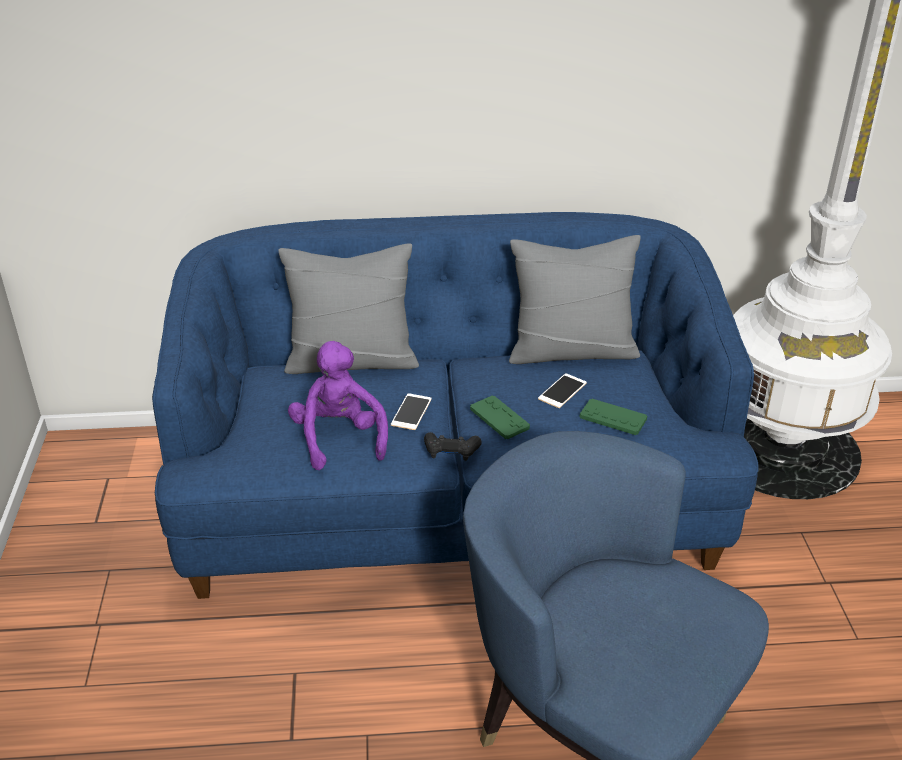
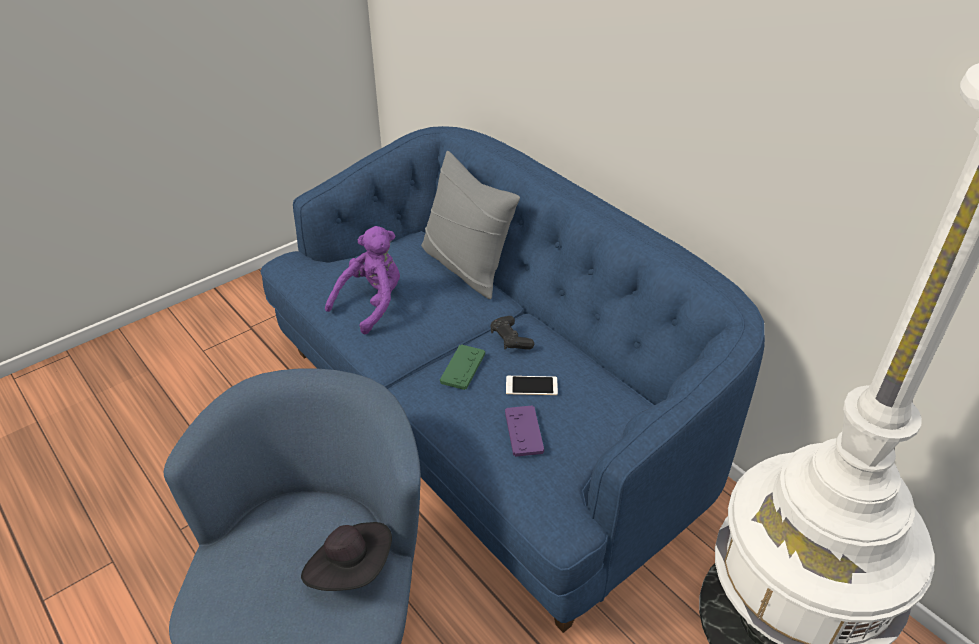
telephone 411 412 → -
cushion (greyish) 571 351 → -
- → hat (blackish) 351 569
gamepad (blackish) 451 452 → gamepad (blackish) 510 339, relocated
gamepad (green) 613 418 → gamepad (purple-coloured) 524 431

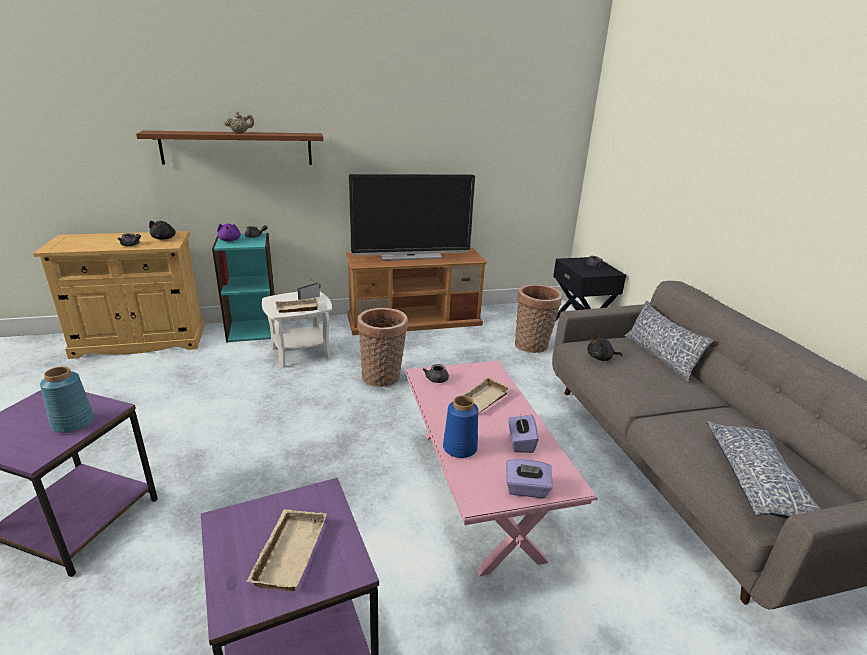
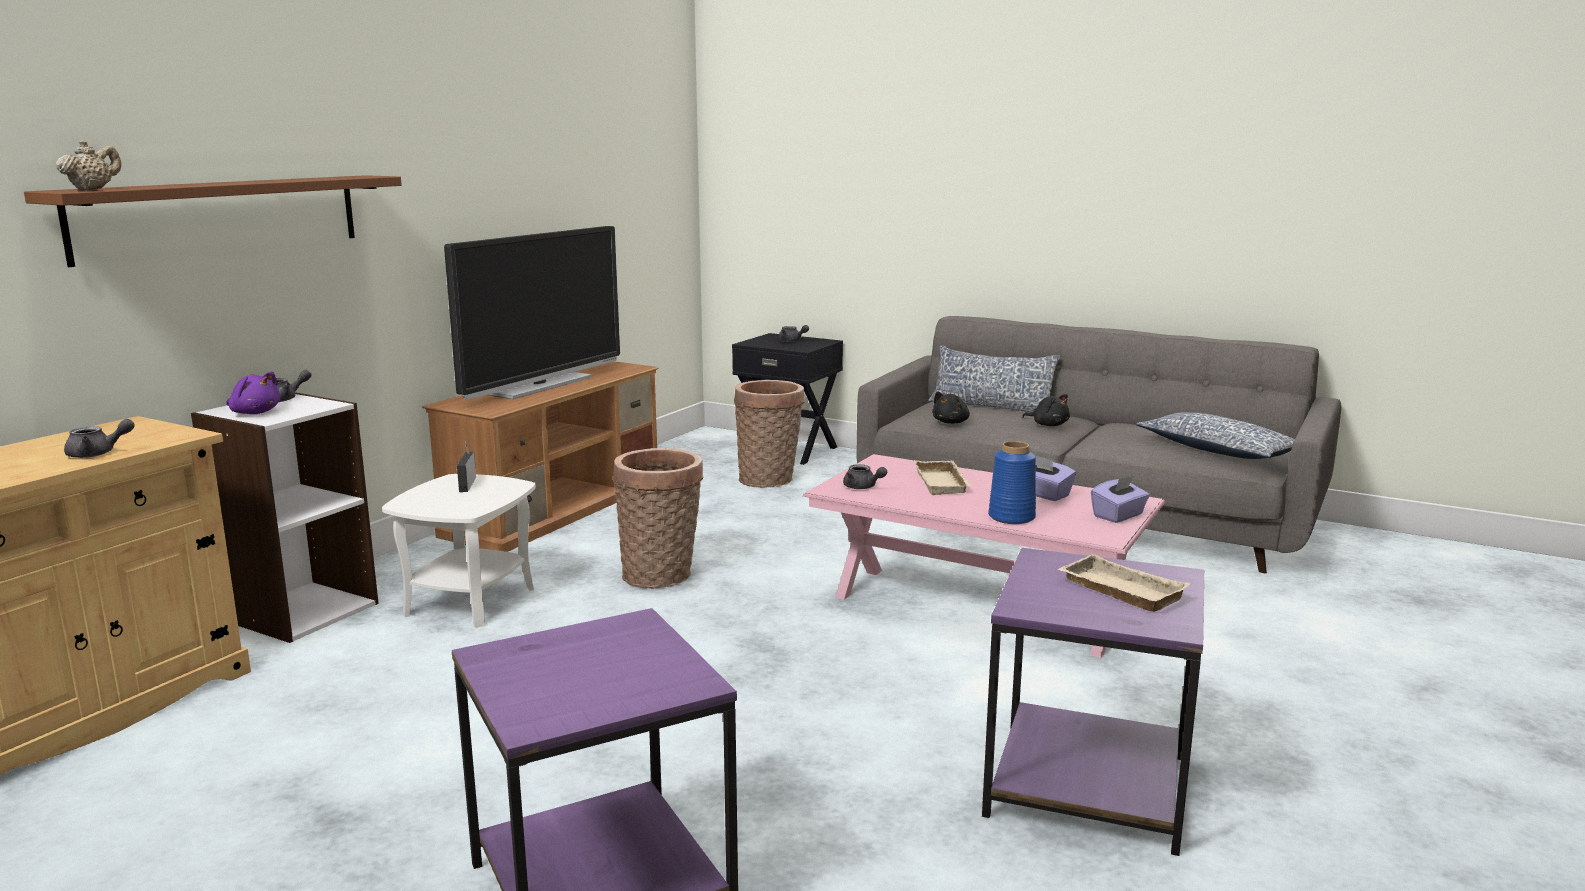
vase (blue) 73 423 → -
tray (beige) 297 309 → -
cuddly toy (blackish) 164 238 → cuddly toy (blackish) 1048 425, relocated
teapot (beige) 240 133 → teapot (beige) 92 189, relocated
bookcase (turquoise) 253 330 → bookcase (white-coloured) 300 611

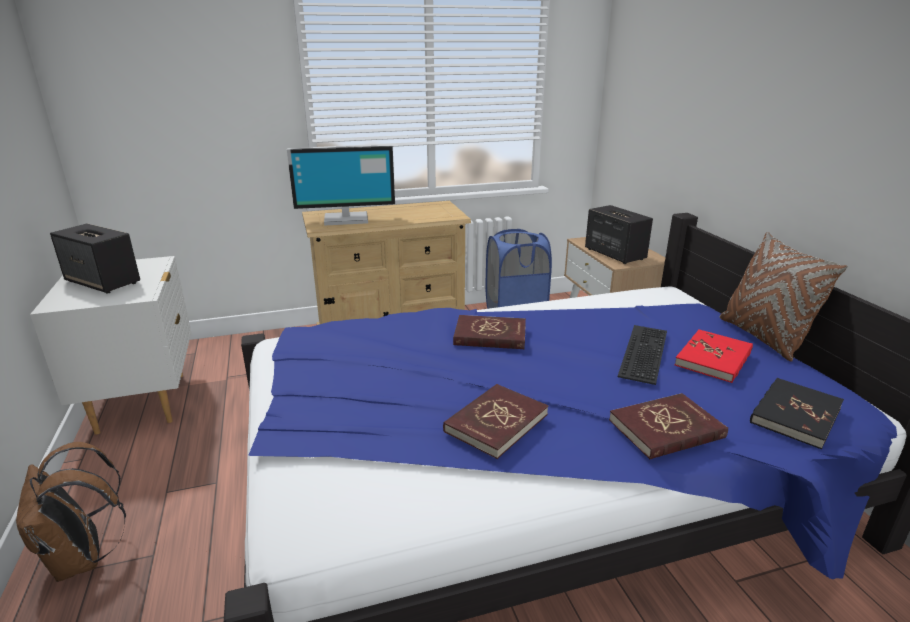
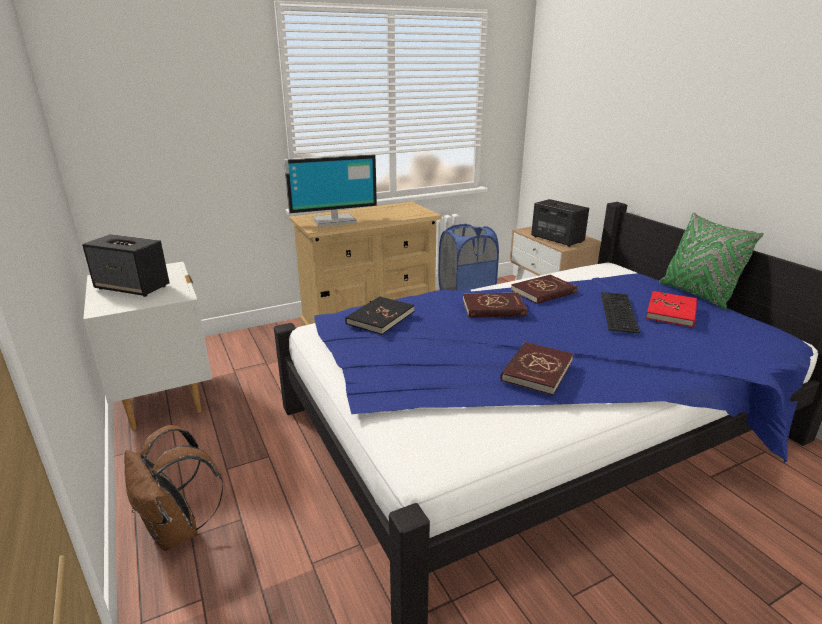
bound book (red) 666 429 → bound book (red) 543 292, relocated
bound book (blackish) 795 415 → bound book (blackish) 380 318, relocated
cushion (brownish) 763 337 → cushion (green) 697 294

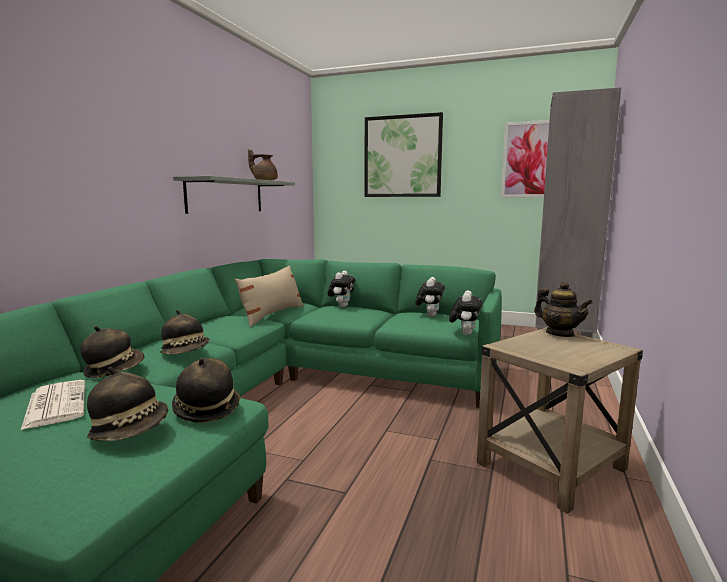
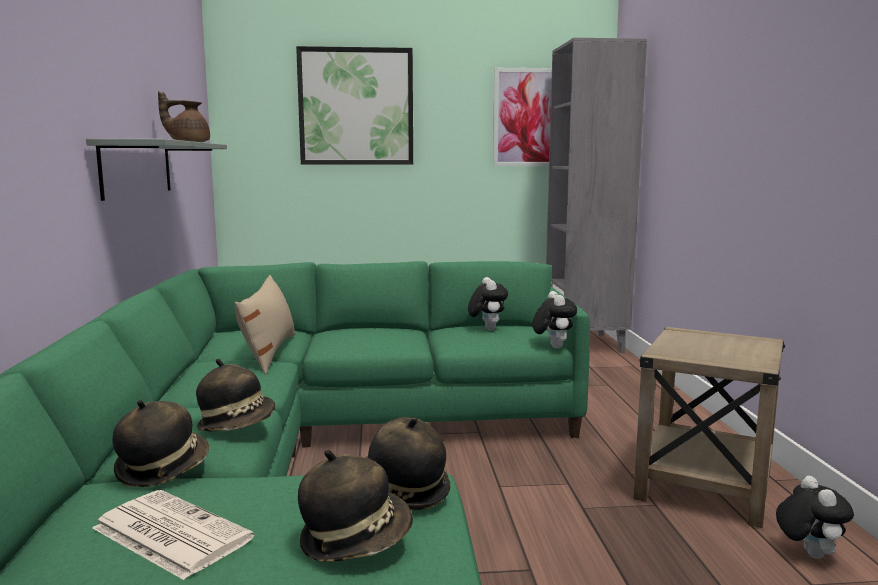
teapot 560 334 → -
cuddly toy 341 306 → cuddly toy 808 553, relocated

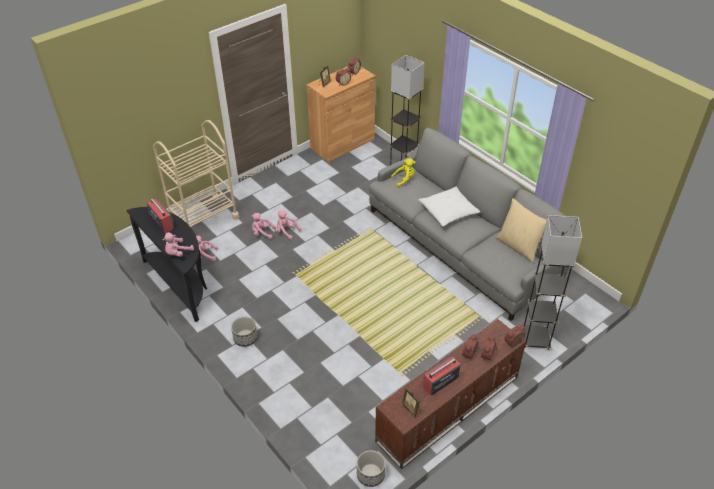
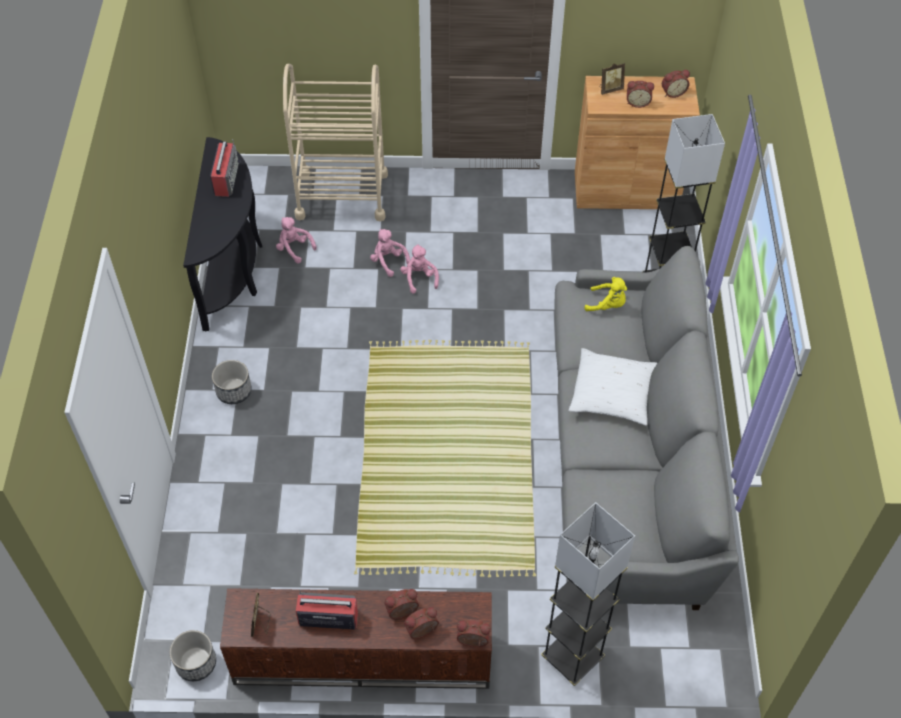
cuddly toy (pink) 178 253 → -
cushion (beige) 519 246 → -

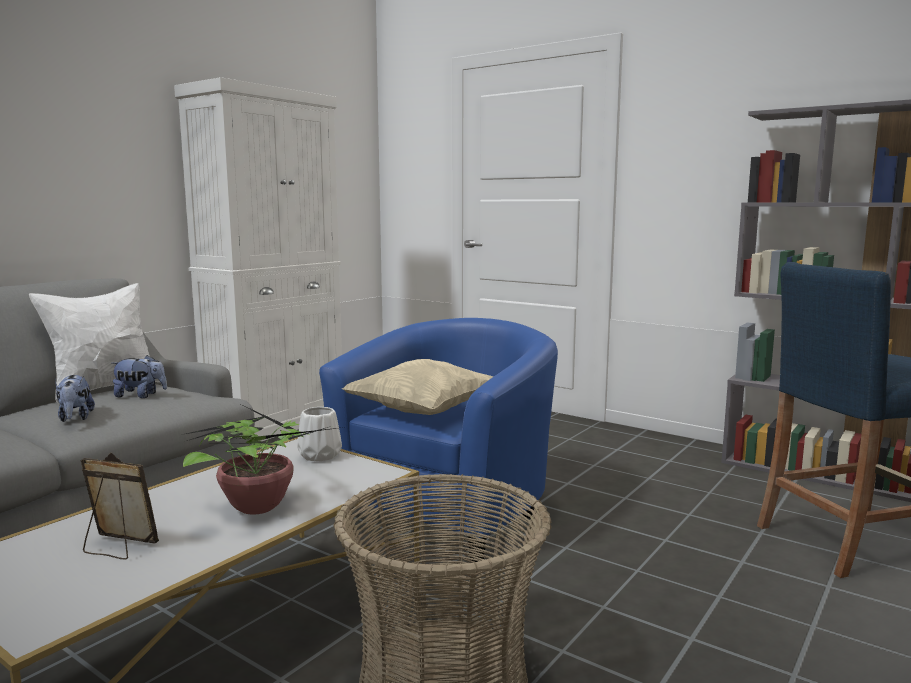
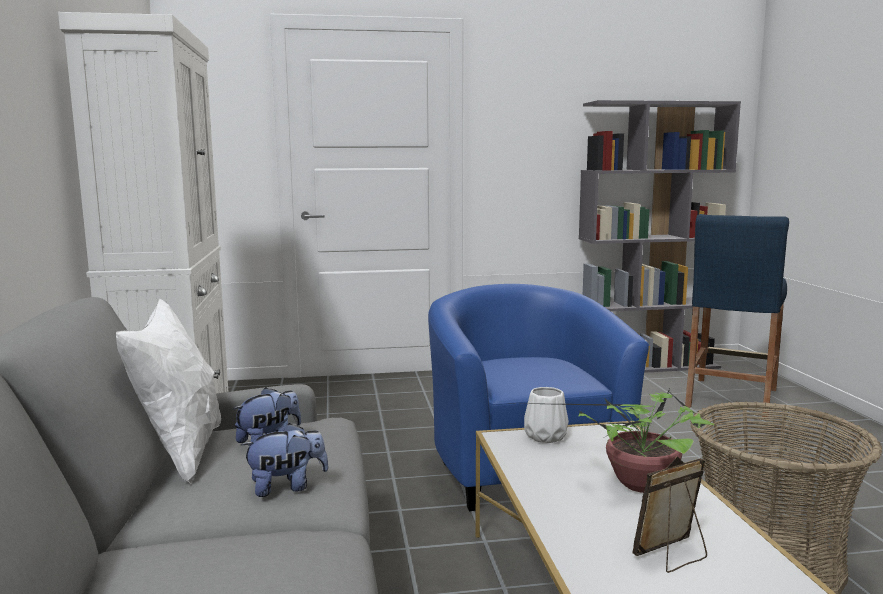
cushion (beige) 424 412 → -
cuddly toy 75 418 → cuddly toy 287 487, 45 degrees counterclockwise

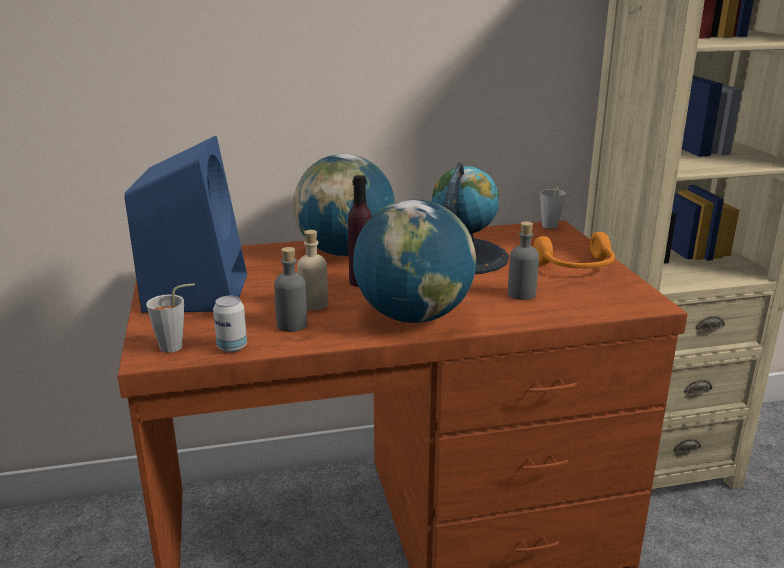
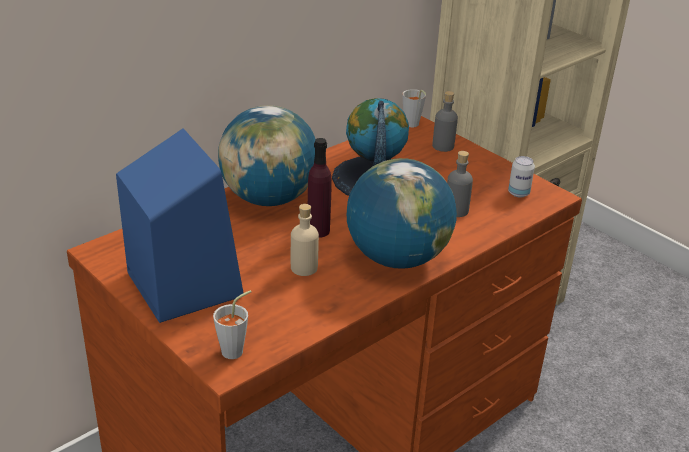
pair of headphones (orange) 577 267 → -
can 232 347 → can 518 193, relocated
drink bottle (greyish) 292 325 → drink bottle (greyish) 443 146, relocated

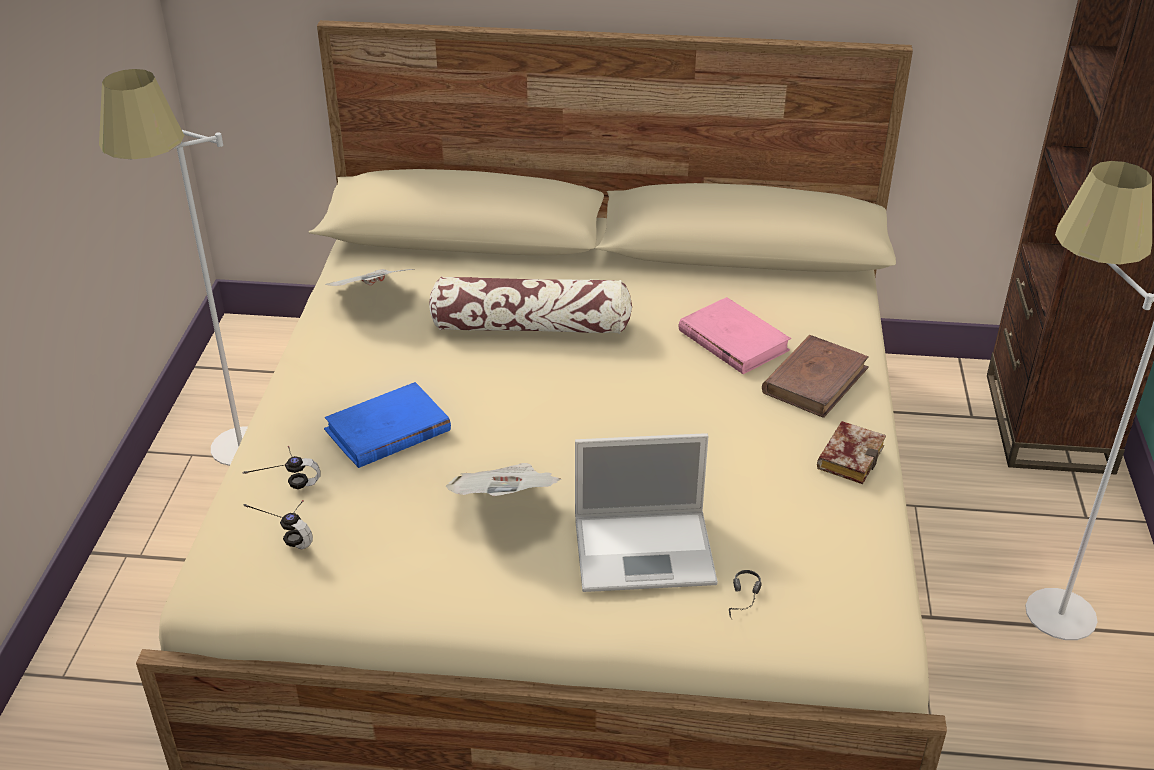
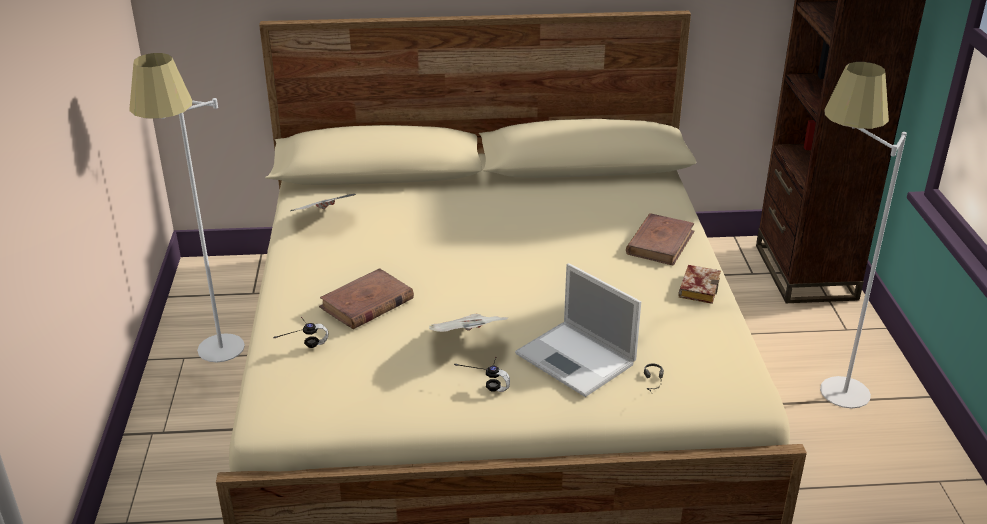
cushion 531 326 → -
bound book (pink) 733 340 → -
pair of headphones 289 533 → pair of headphones 486 383, relocated
bound book (blue) 387 431 → bound book (brownish) 366 303
portable computer 647 549 → portable computer 577 359, 60 degrees clockwise

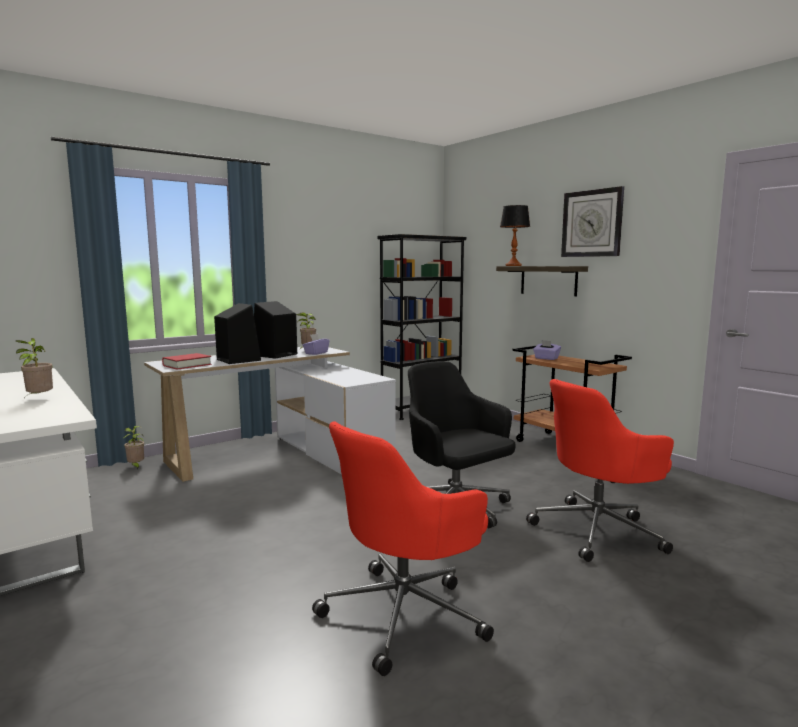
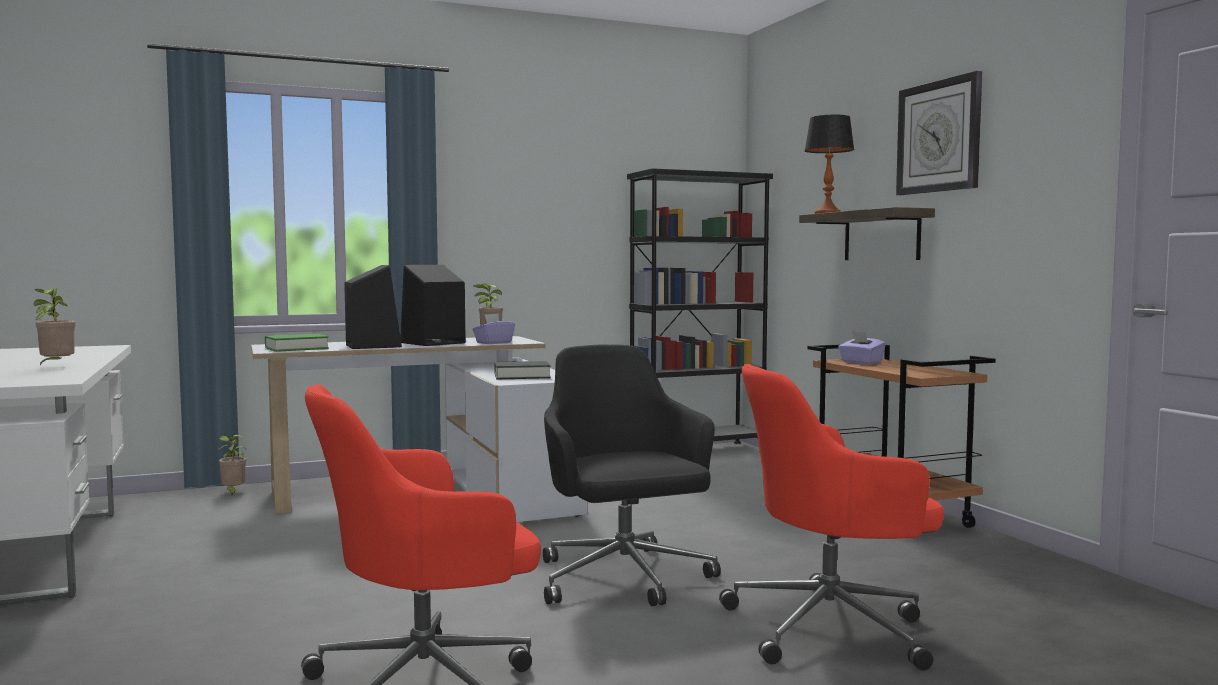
- → bound book (blackish) 522 376
bound book (red) 187 365 → bound book (green) 296 348

